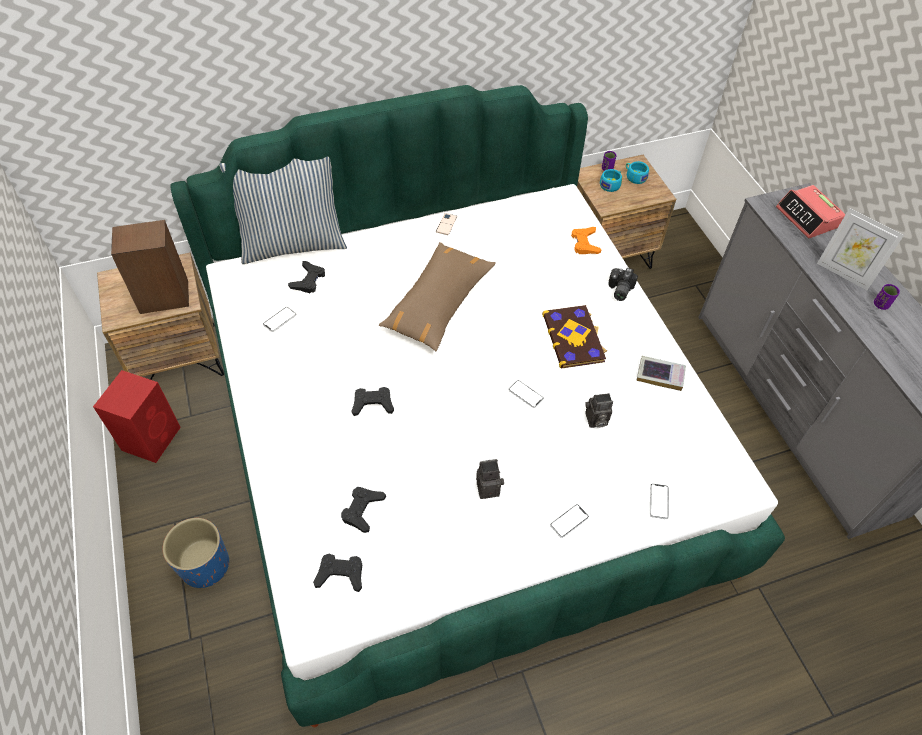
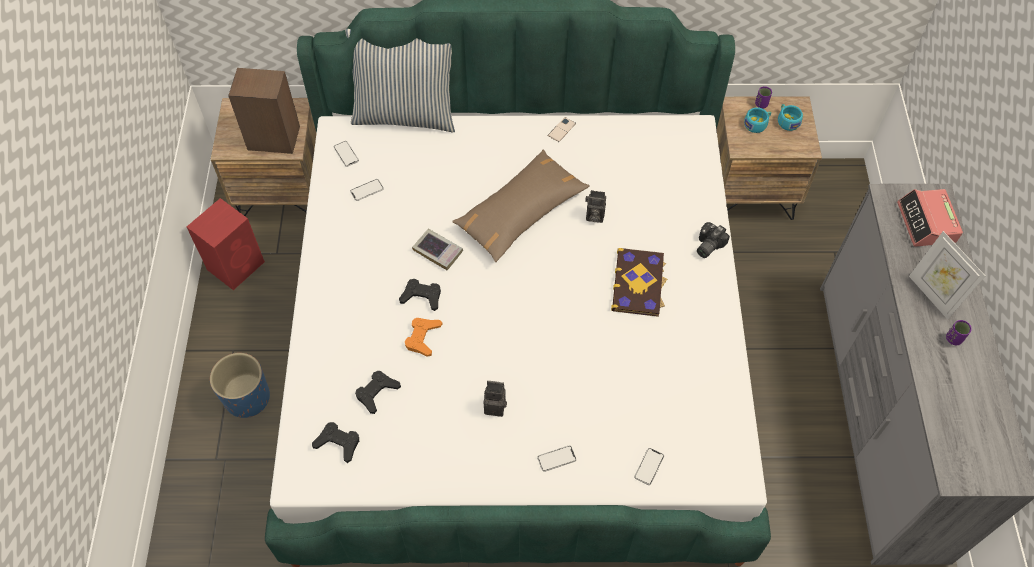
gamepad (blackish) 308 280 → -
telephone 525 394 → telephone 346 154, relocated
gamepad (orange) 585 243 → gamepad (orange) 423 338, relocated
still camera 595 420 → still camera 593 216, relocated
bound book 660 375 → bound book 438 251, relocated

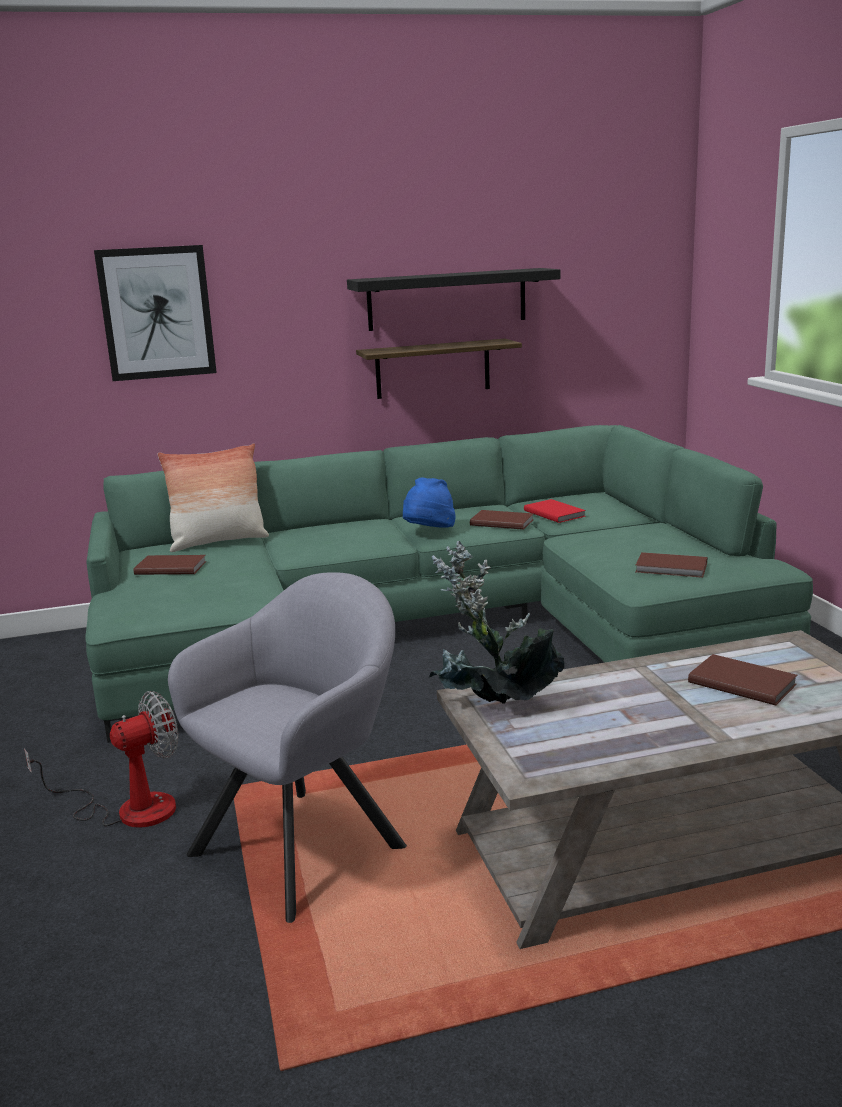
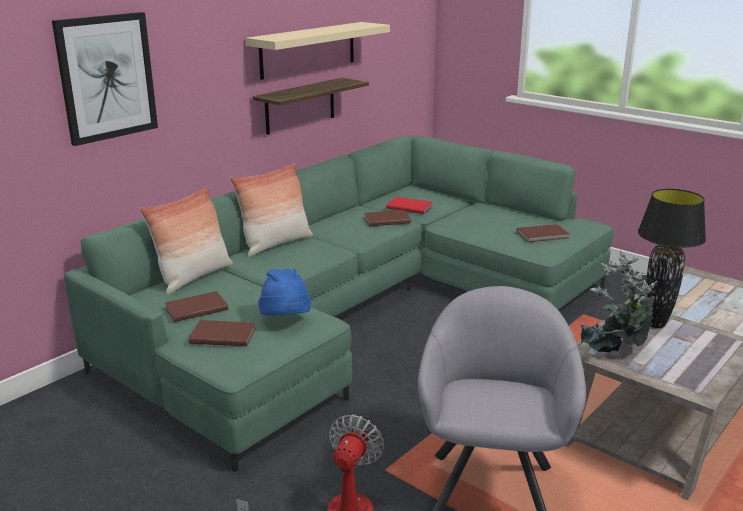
- → cushion 275 244
- → tabletop lamp (blackish) 656 324
hat (blue) 429 532 → hat (blue) 285 321, relocated
bound book (brownish) 741 682 → bound book (brownish) 222 335, relocated
bracket shelf (blackish) 447 299 → bracket shelf (beige) 308 49

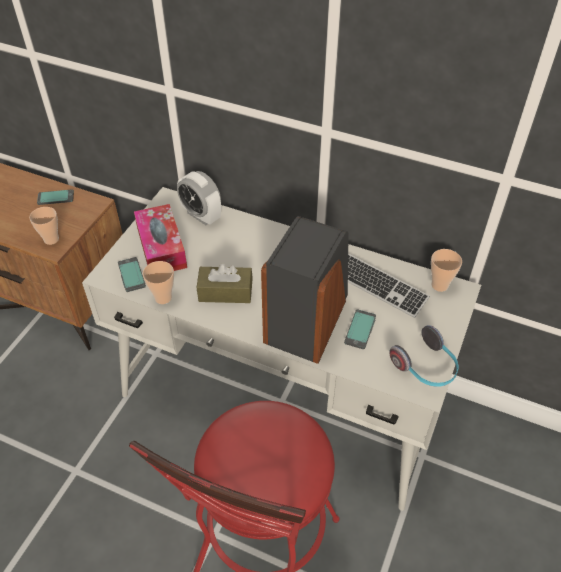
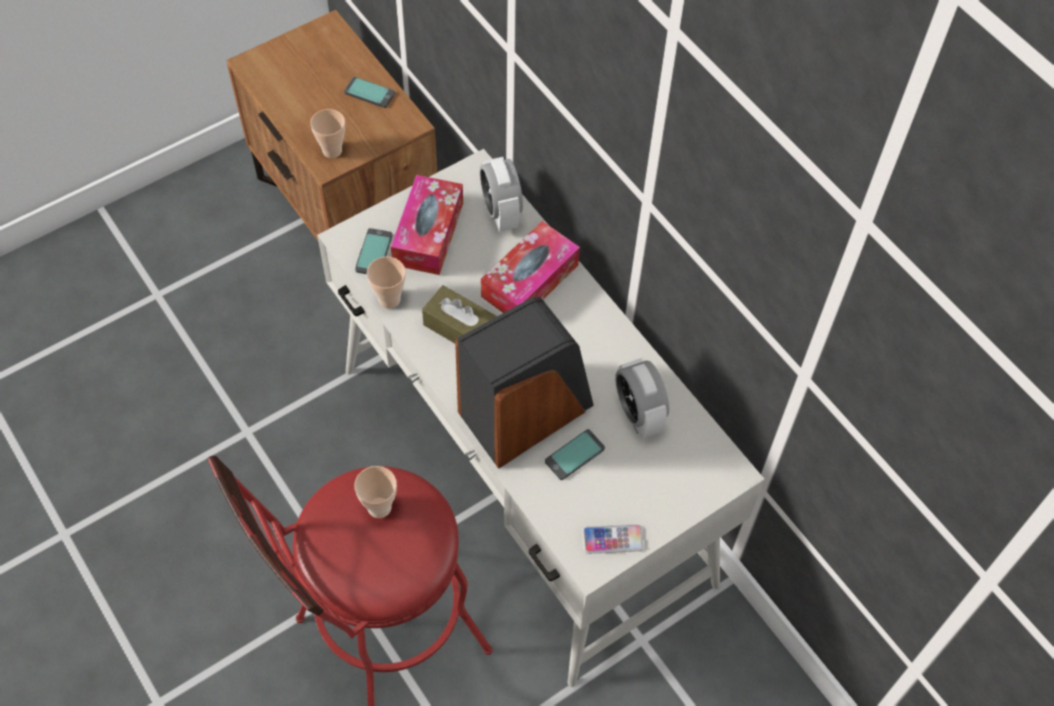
- → box of tissues 530 281
small cup 439 285 → small cup 379 507, relocated
PC keyboard 378 286 → bedside clock 638 414
pair of headphones 426 367 → telephone 612 539

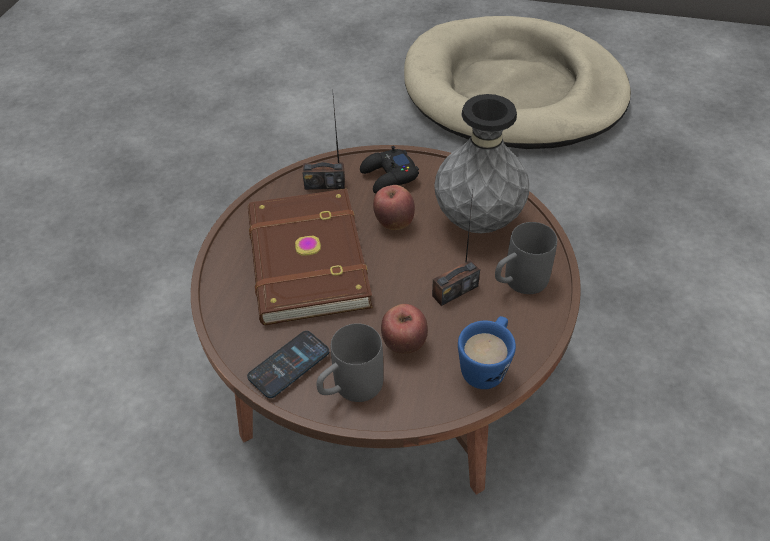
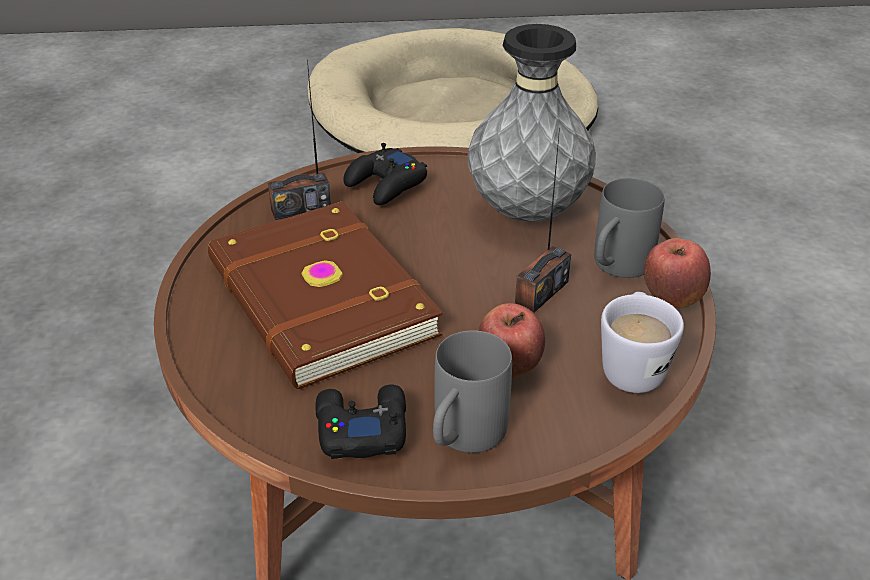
whole apple 394 223 → whole apple 671 300, relocated
telephone 289 364 → gamepad (blackish) 361 428
tea mug (blue) 486 366 → tea mug (white-coloured) 633 366

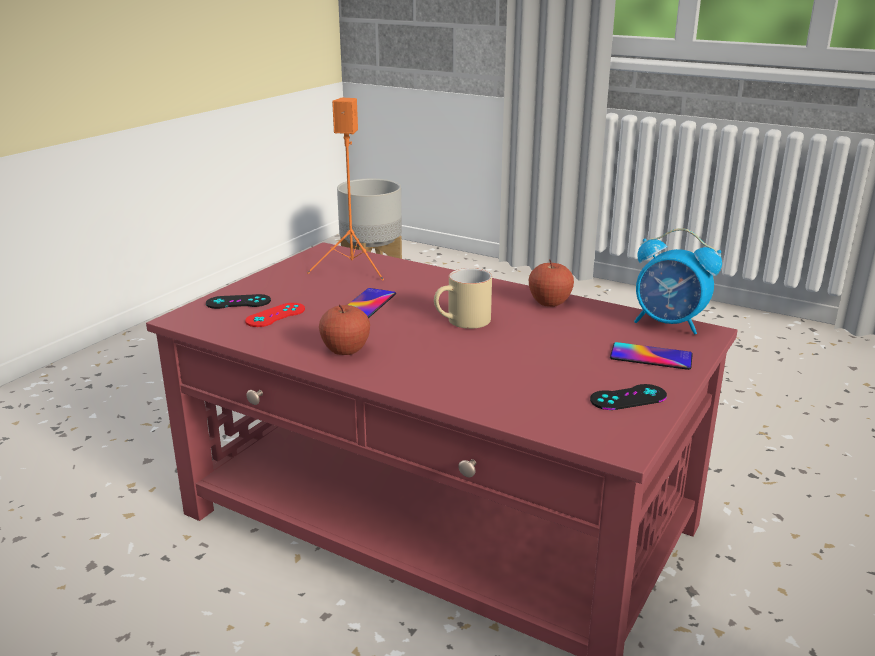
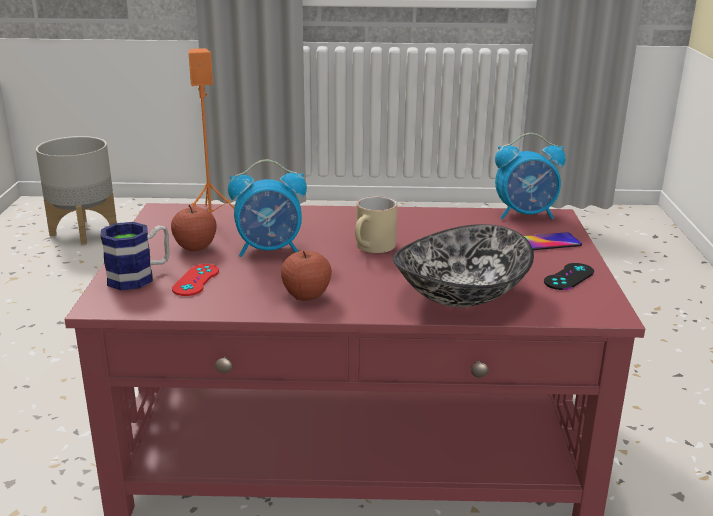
- → bowl 462 295
whole apple 549 303 → whole apple 195 247, relocated
gamepad (blackish) 238 302 → tea mug 140 276
telephone 368 304 → bedside clock 270 250

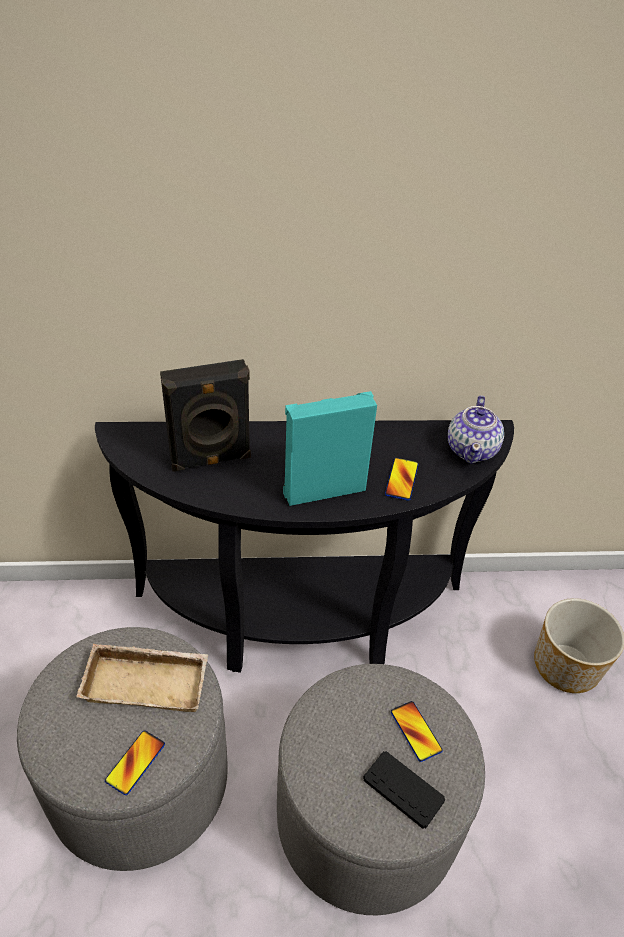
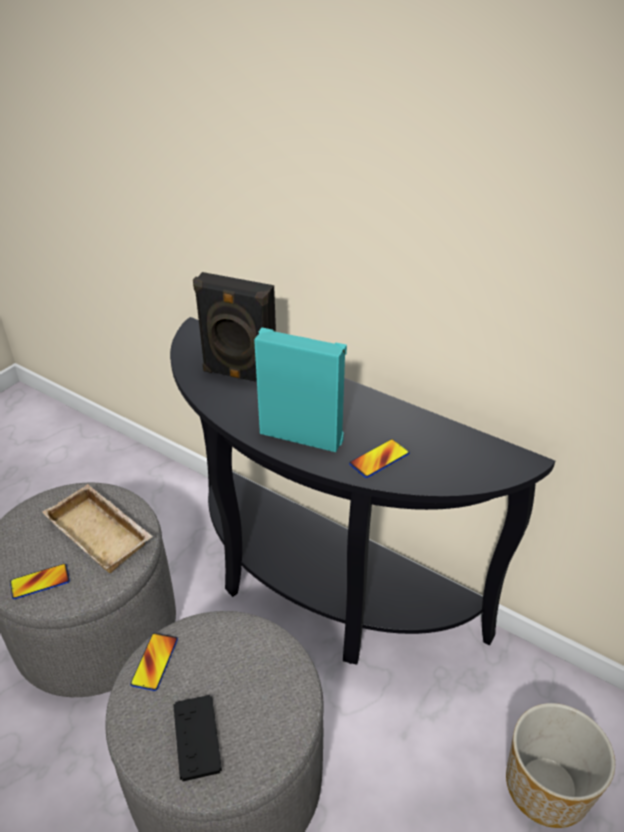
teapot 472 449 → -
telephone 415 731 → telephone 154 662, relocated

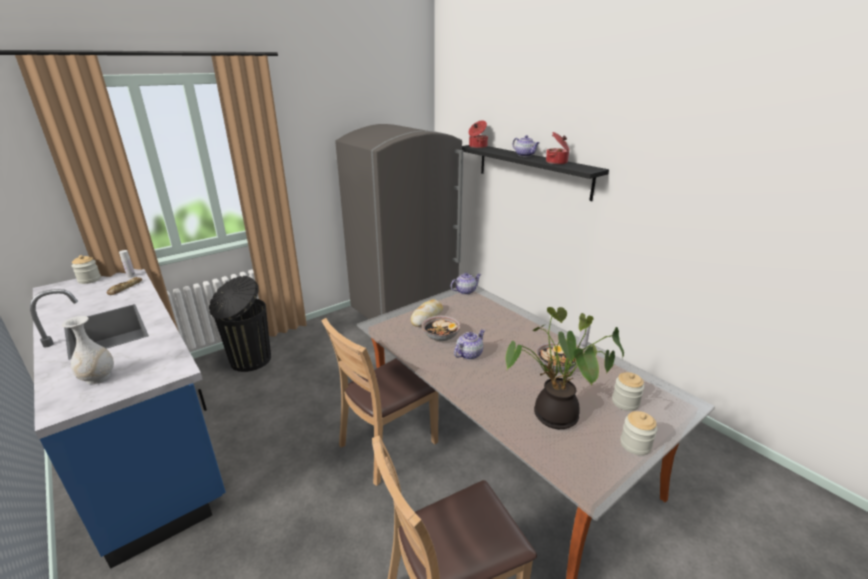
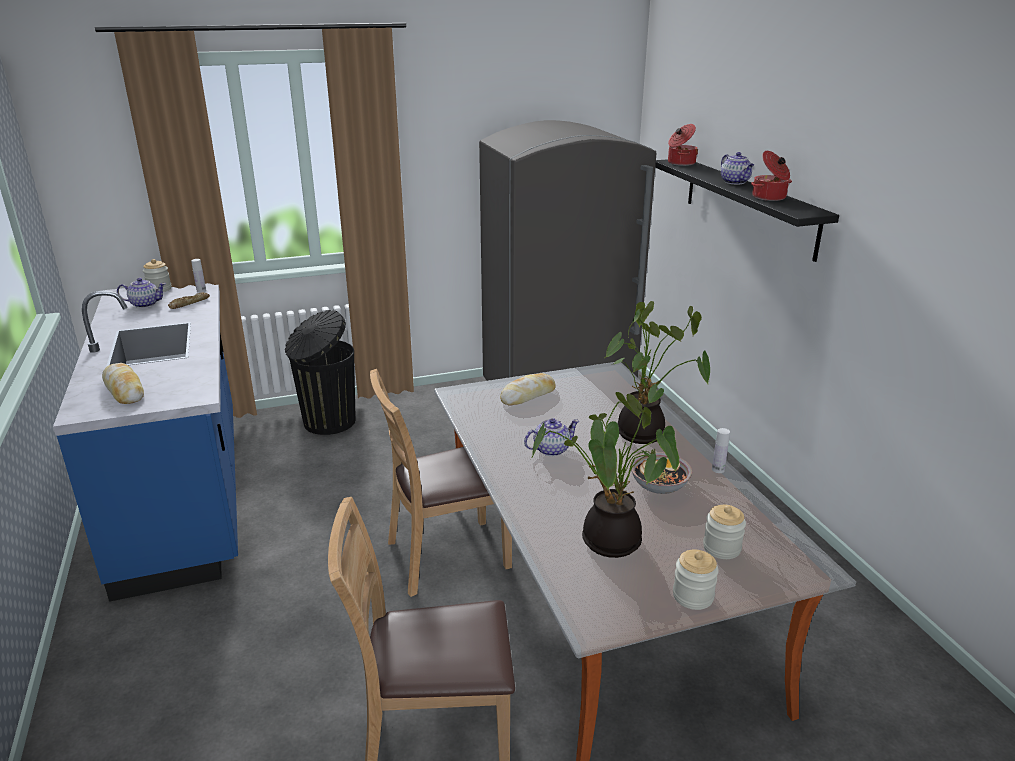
bowl 440 336 → -
- → houseplant 645 434
teapot 465 291 → teapot 145 304, relocated
vase (white-coloured) 98 377 → bread 124 390

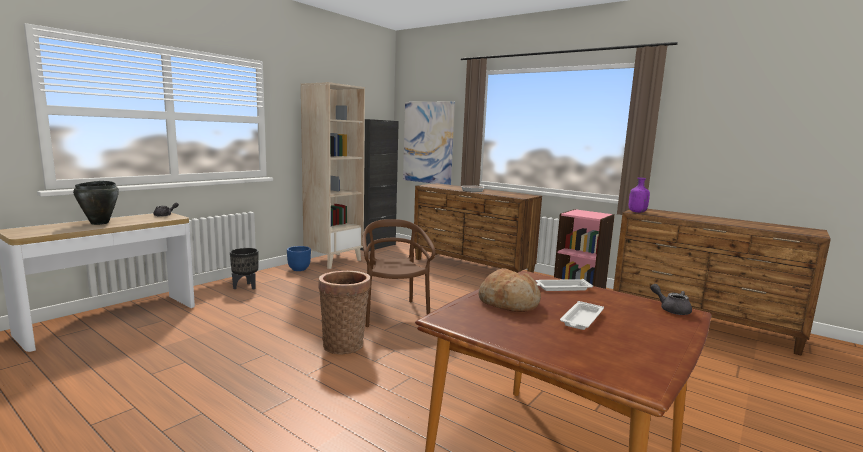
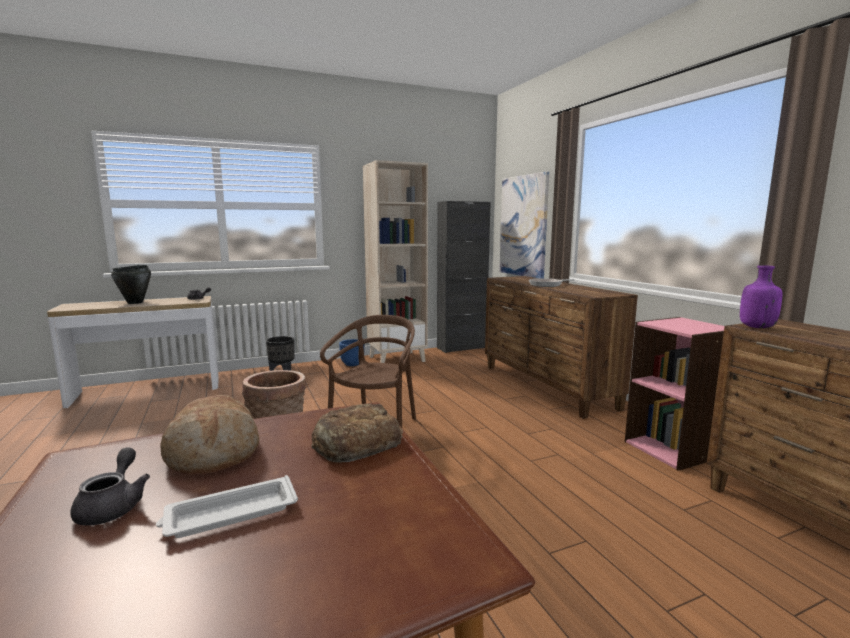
teapot (greyish) 671 309 → teapot (greyish) 114 506, relocated
tray (white-coloured) 562 288 → bread 355 443

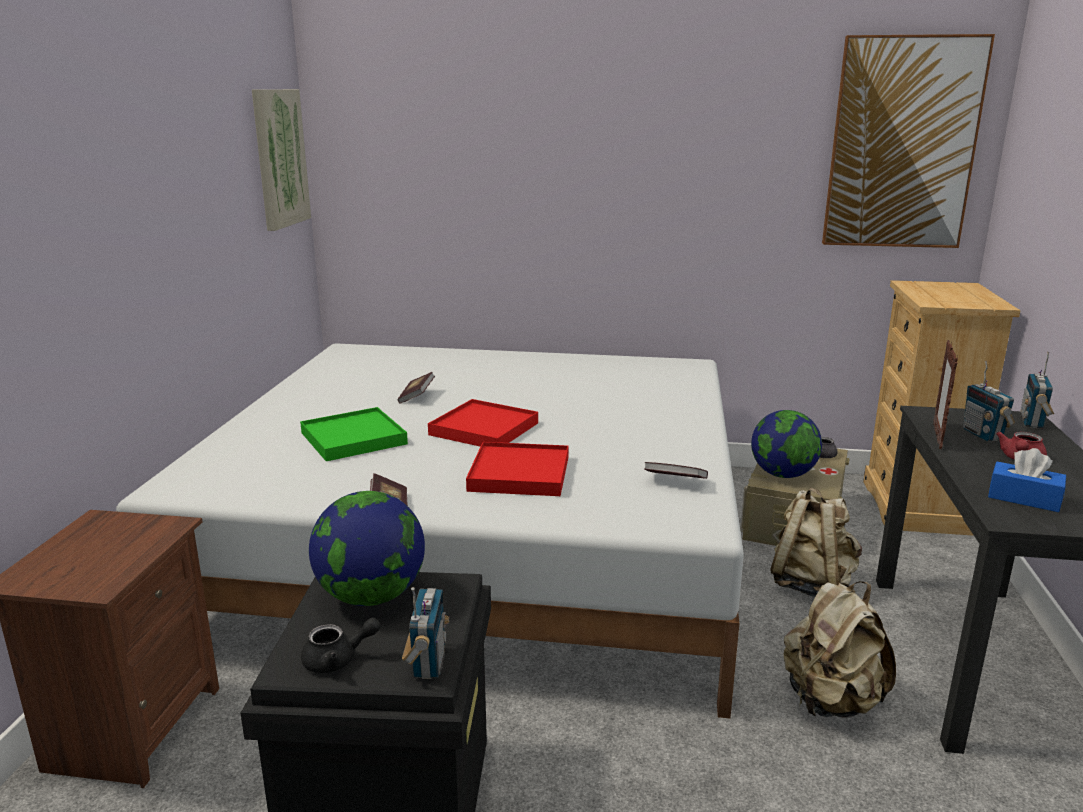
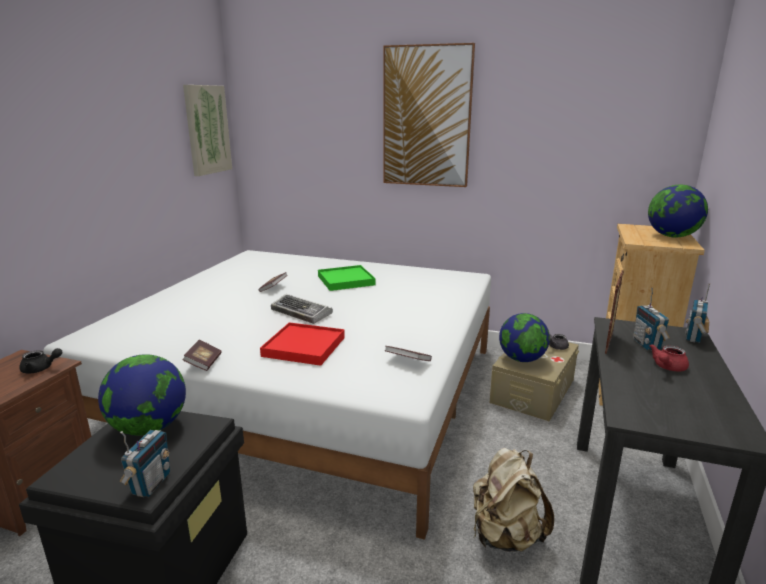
backpack (beige) 811 584 → -
box of tissues (blue) 1024 498 → -
- → desk globe 672 236
tray (green) 353 438 → tray (green) 346 280, relocated
teapot (blackish) 338 660 → teapot (blackish) 41 369, relocated
wall art 902 144 → wall art 426 117, relocated
tray (red) 484 429 → PC keyboard 302 313

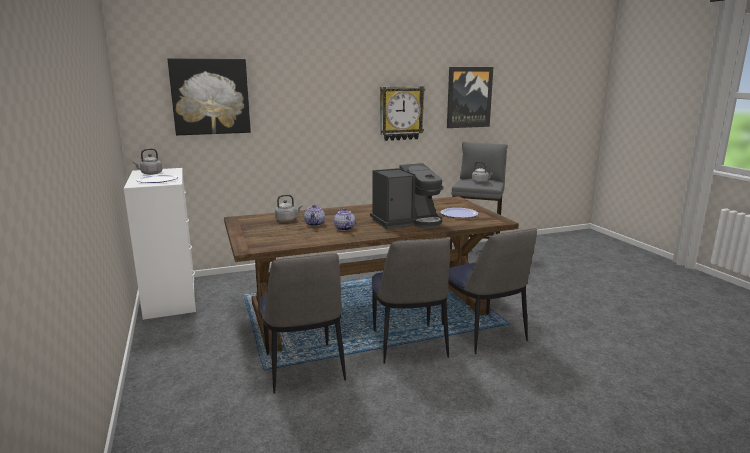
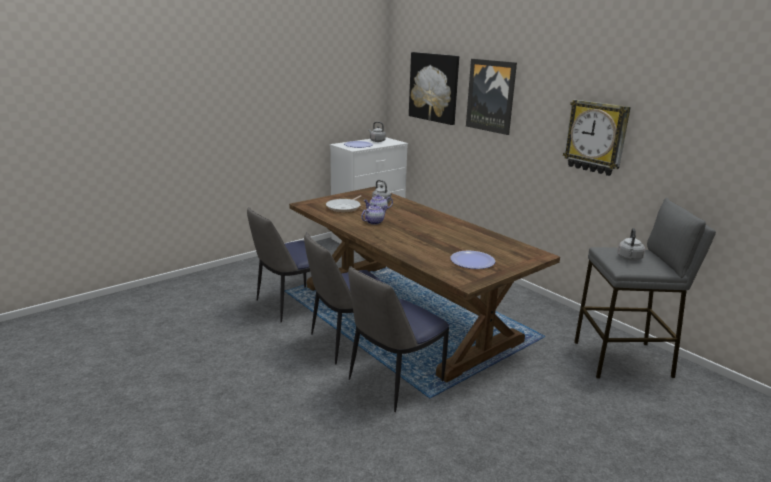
coffee machine 407 222 → -
- → pan 344 207
wall art 469 97 → wall art 491 96, relocated

